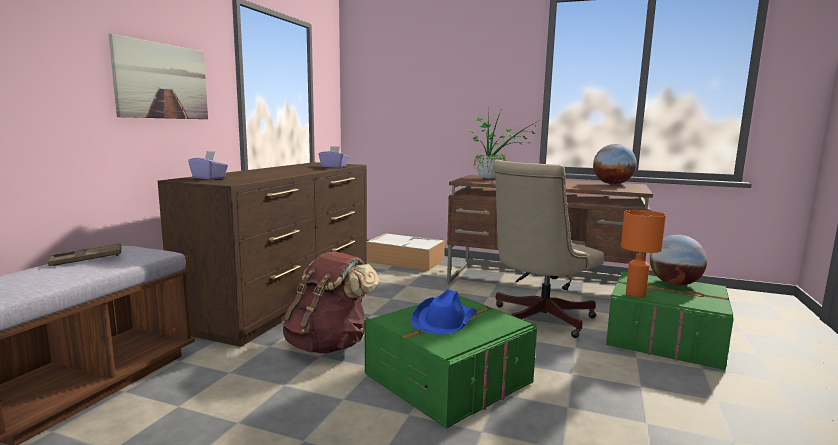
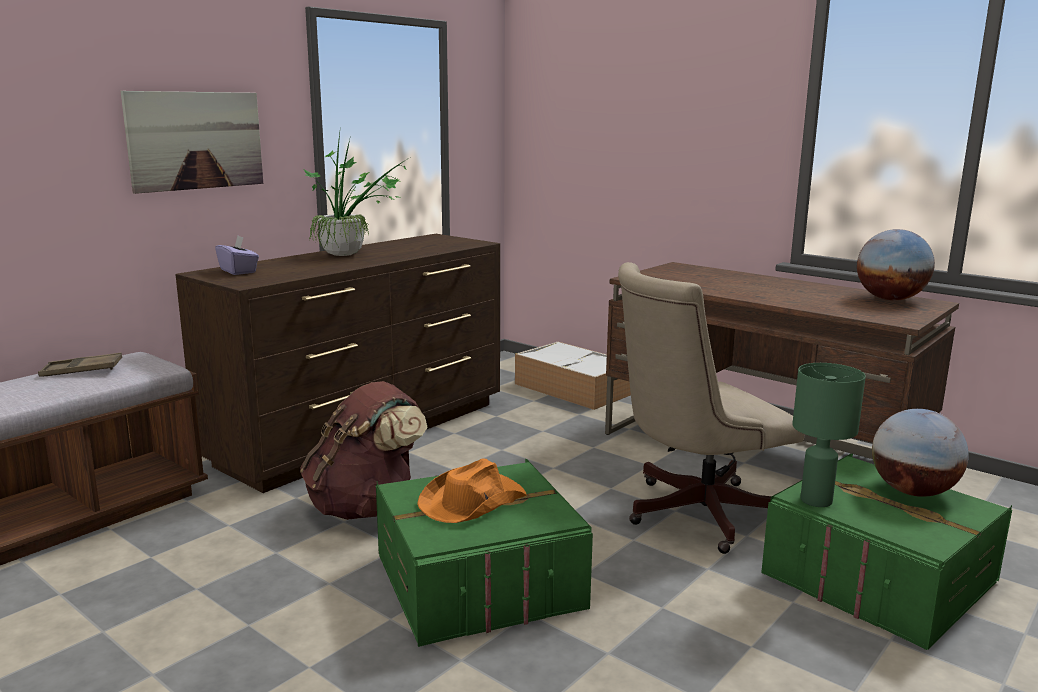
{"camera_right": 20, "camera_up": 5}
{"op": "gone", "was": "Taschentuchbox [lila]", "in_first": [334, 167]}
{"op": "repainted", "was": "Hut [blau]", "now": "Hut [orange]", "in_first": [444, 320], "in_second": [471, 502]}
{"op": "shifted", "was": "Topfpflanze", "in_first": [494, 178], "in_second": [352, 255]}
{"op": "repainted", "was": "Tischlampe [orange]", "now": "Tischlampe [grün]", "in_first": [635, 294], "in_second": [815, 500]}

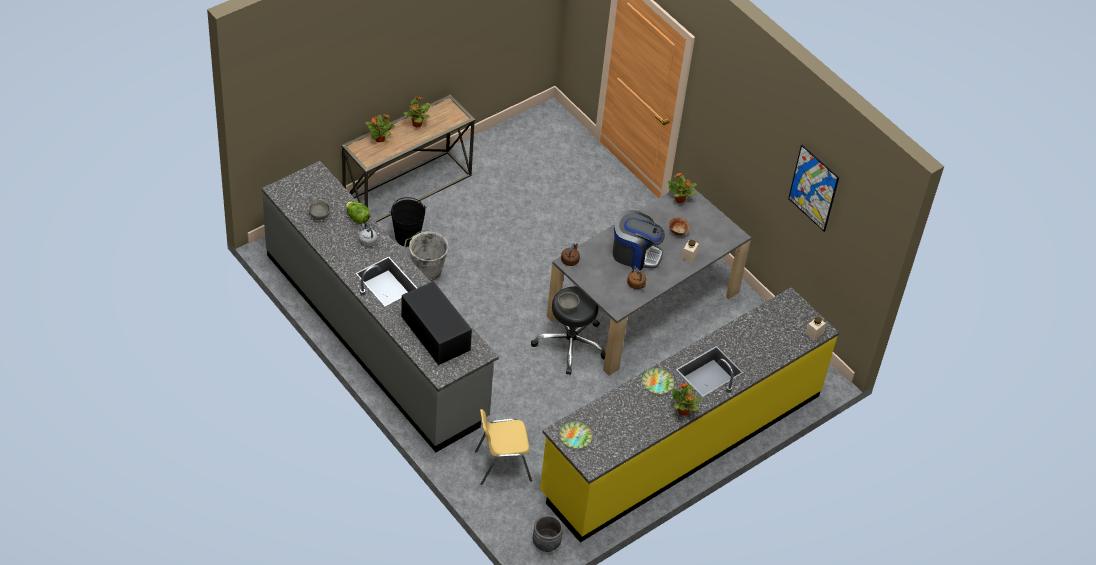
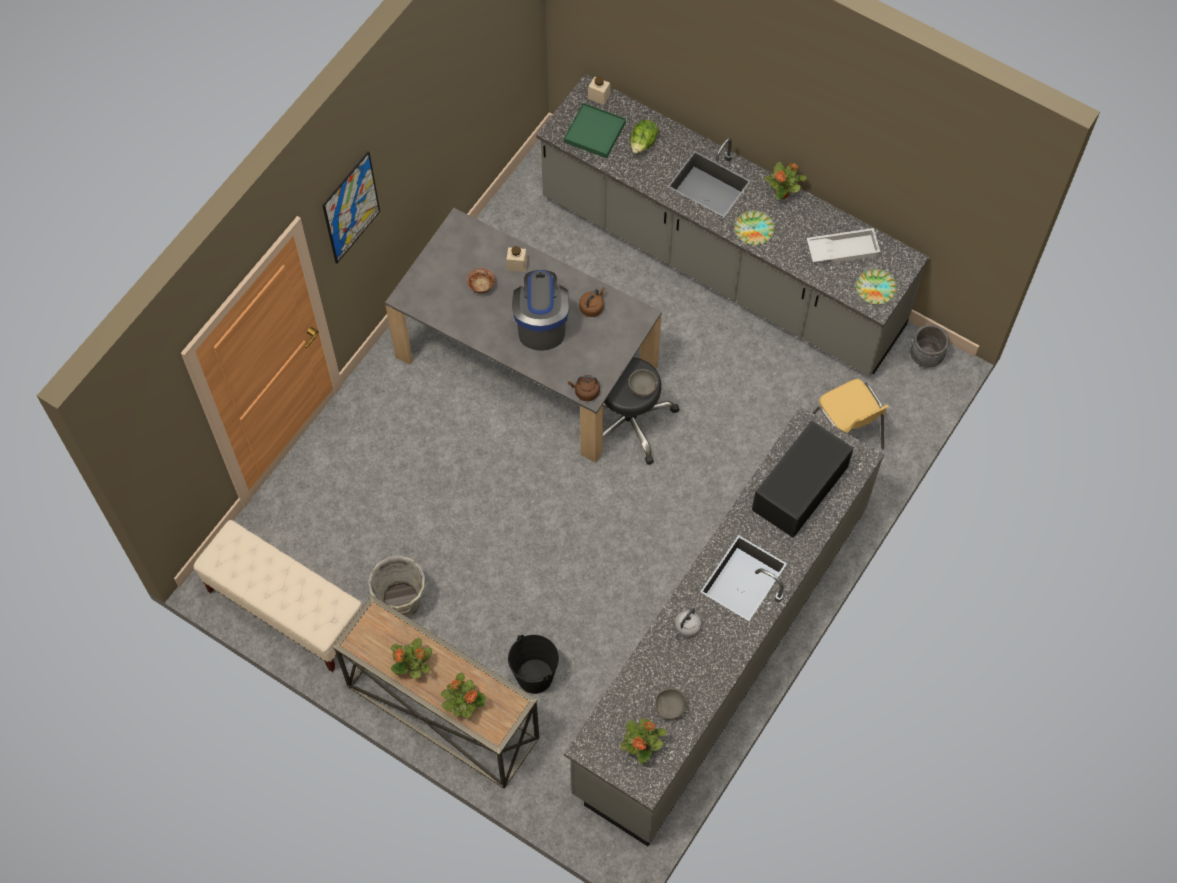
{"camera_right": -105, "camera_up": 15}
{"op": "shifted", "was": "Salatkopf", "in_first": [357, 218], "in_second": [643, 144]}
{"op": "shifted", "was": "Eimer [grau]", "in_first": [426, 271], "in_second": [401, 603]}
{"op": "repainted", "was": "Küchenzeile [gelb]", "now": "Küchenzeile [grau]", "in_first": [681, 443], "in_second": [721, 264]}
{"op": "shifted", "was": "Topfpflanze", "in_first": [680, 200], "in_second": [642, 747]}
{"op": "shifted", "was": "Bild", "in_first": [813, 188], "in_second": [351, 208]}
{"op": "new", "now": "Bank [beige]", "in_second": [286, 609]}
{"op": "new", "now": "Tablett [grün]", "in_second": [595, 132]}
{"op": "new", "now": "Tablett [weiß]", "in_second": [842, 248]}

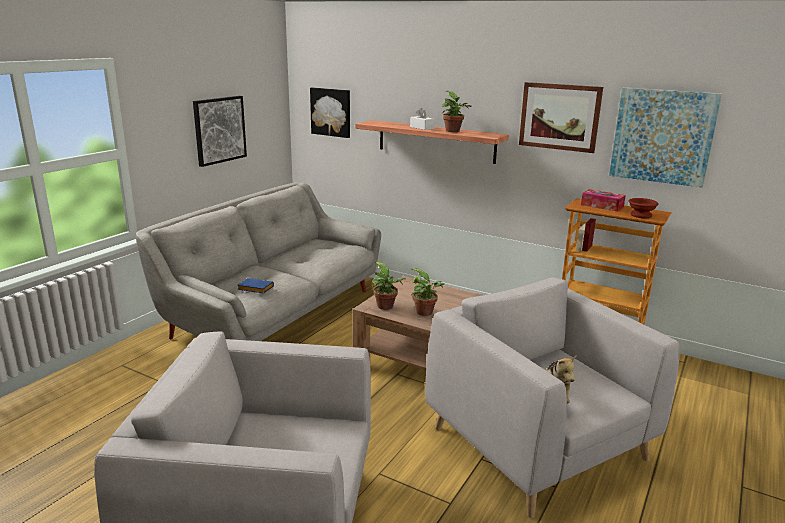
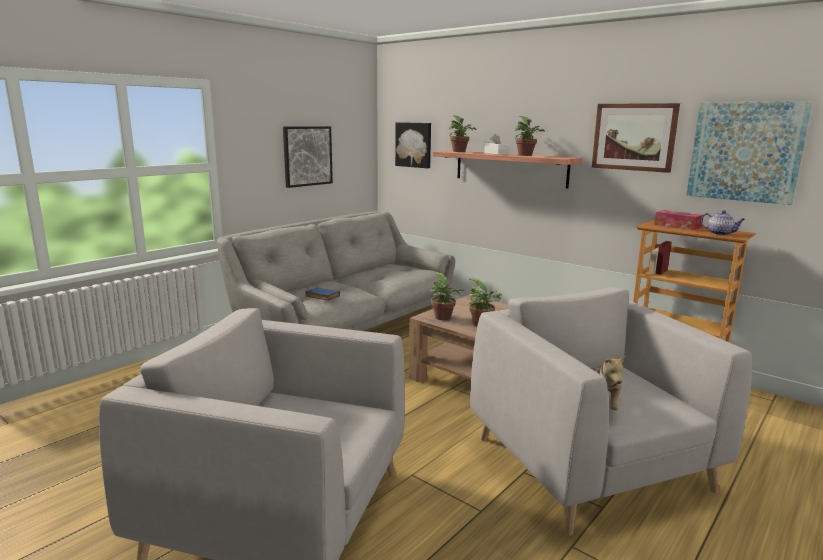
{"camera_right": 10, "camera_up": -5}
{"op": "swapped", "was": "Schüssel [braun]", "now": "Teekanne", "in_first": [641, 215], "in_second": [720, 234]}
{"op": "new", "now": "Topfpflanze", "in_second": [460, 152]}

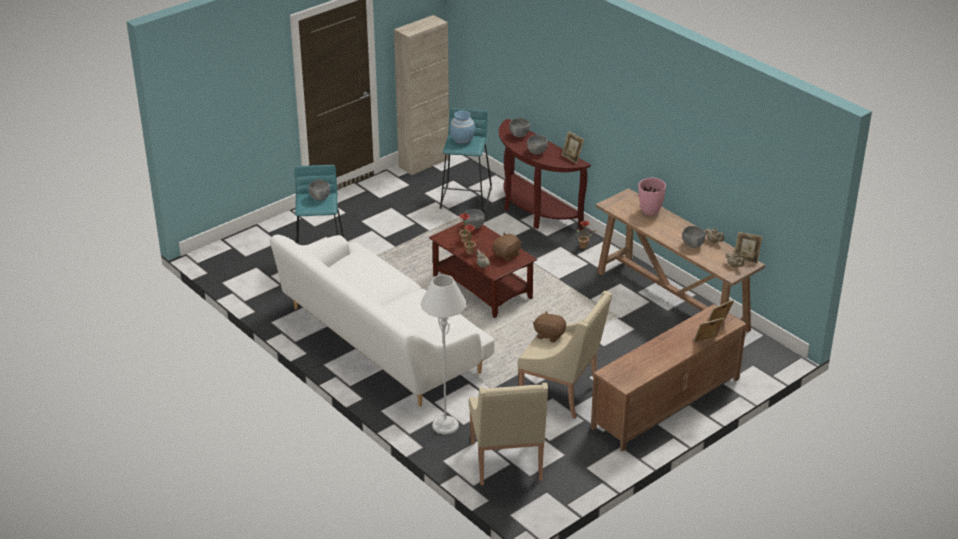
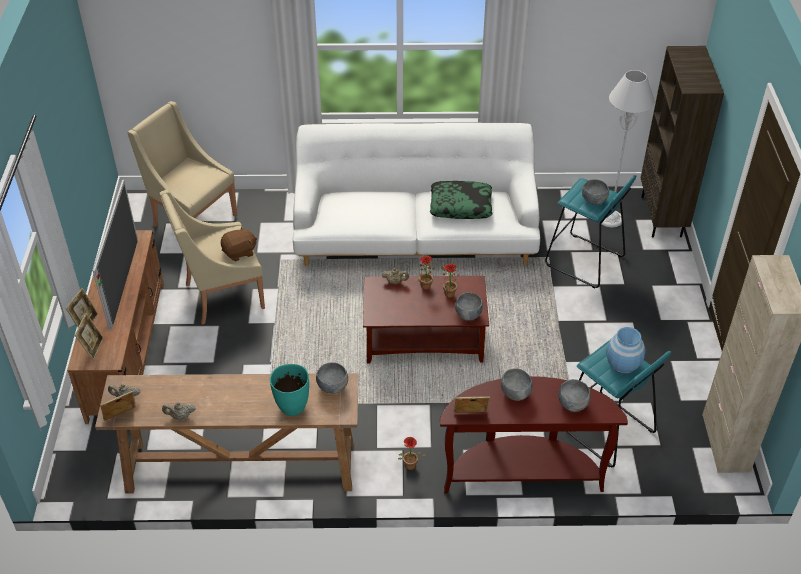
{"camera_right": 130, "camera_up": 10}
{"op": "shifted", "was": "Stehlampe [grau]", "in_first": [445, 425], "in_second": [610, 218]}
{"op": "gone", "was": "Plüschtier [braun]", "in_first": [507, 255]}
{"op": "repainted", "was": "Vase [rosa]", "now": "Vase [türkis]", "in_first": [650, 211], "in_second": [292, 407]}
{"op": "shifted", "was": "Schüssel [grau]", "in_first": [692, 245], "in_second": [332, 387]}
{"op": "new", "now": "Fernseher", "in_second": [124, 282]}
{"op": "new", "now": "Kissen", "in_second": [461, 205]}
{"op": "new", "now": "Bücherregal [braun]", "in_second": [662, 217]}

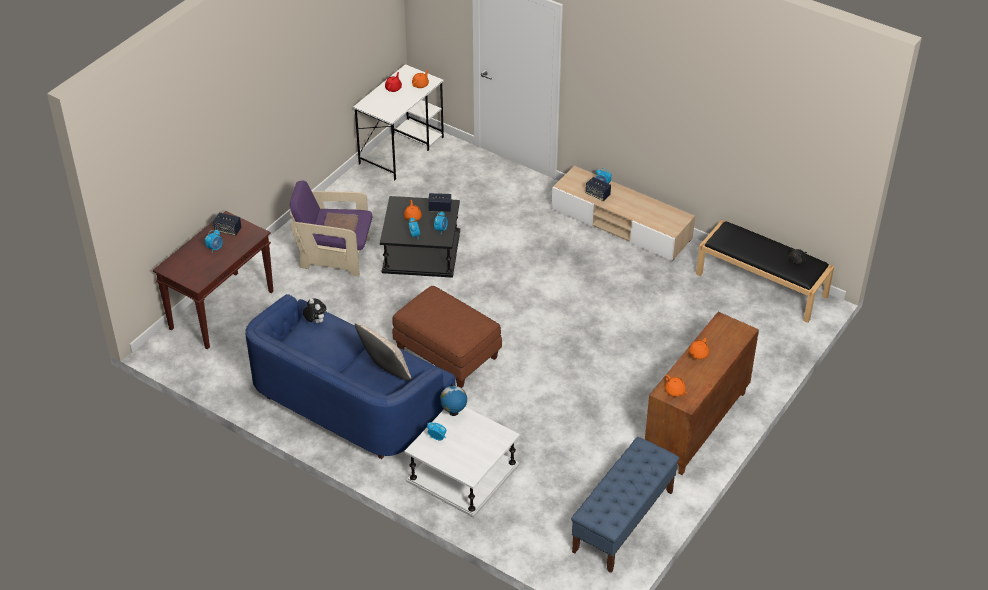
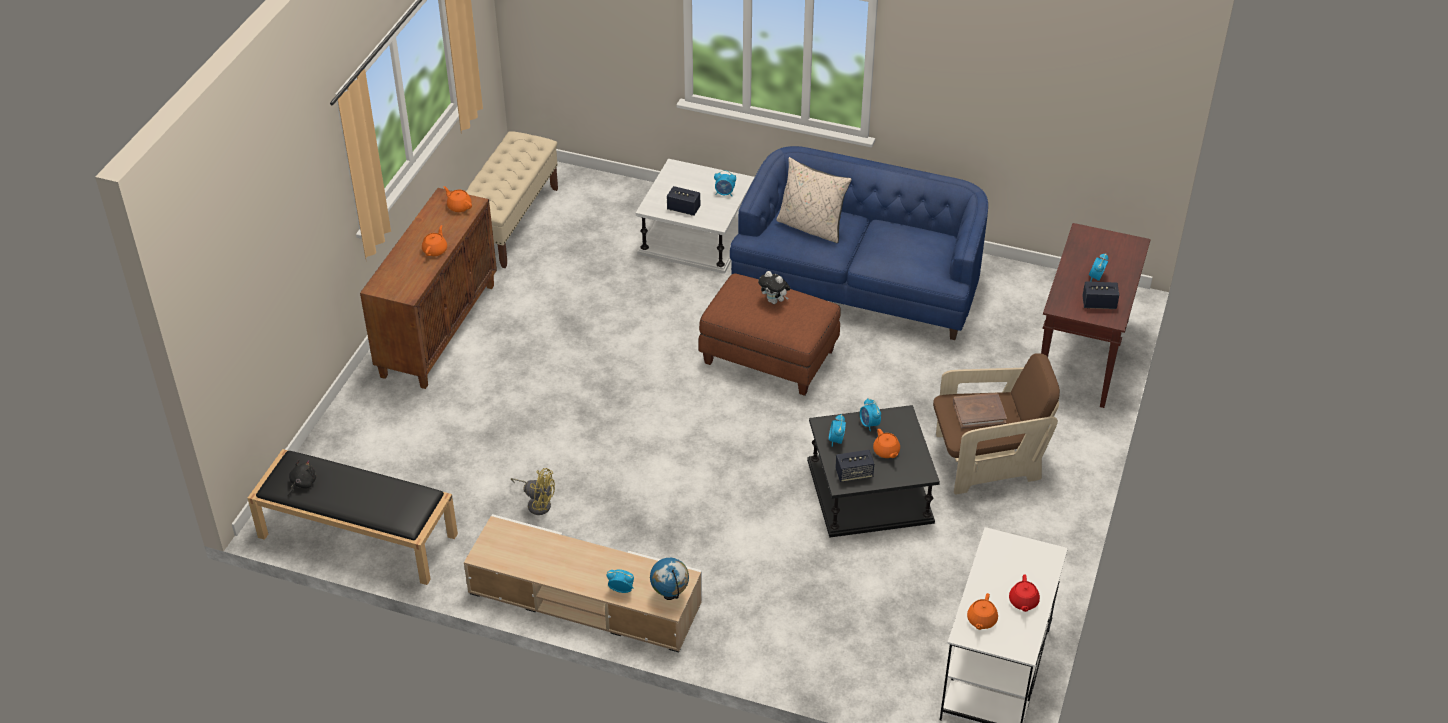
{"camera_right": 165, "camera_up": 0}
{"op": "repainted", "was": "Sessel [lila]", "now": "Sessel [braun]", "in_first": [335, 255], "in_second": [987, 460]}
{"op": "shifted", "was": "Plüschtier", "in_first": [315, 321], "in_second": [774, 301]}
{"op": "shifted", "was": "Globus", "in_first": [453, 413], "in_second": [670, 595]}
{"op": "repainted", "was": "Bank [blau]", "now": "Bank [beige]", "in_first": [623, 522], "in_second": [510, 222]}
{"op": "shifted", "was": "Lautsprecher", "in_first": [597, 195], "in_second": [683, 209]}
{"op": "new", "now": "Ventilator [gelb]", "in_second": [537, 503]}

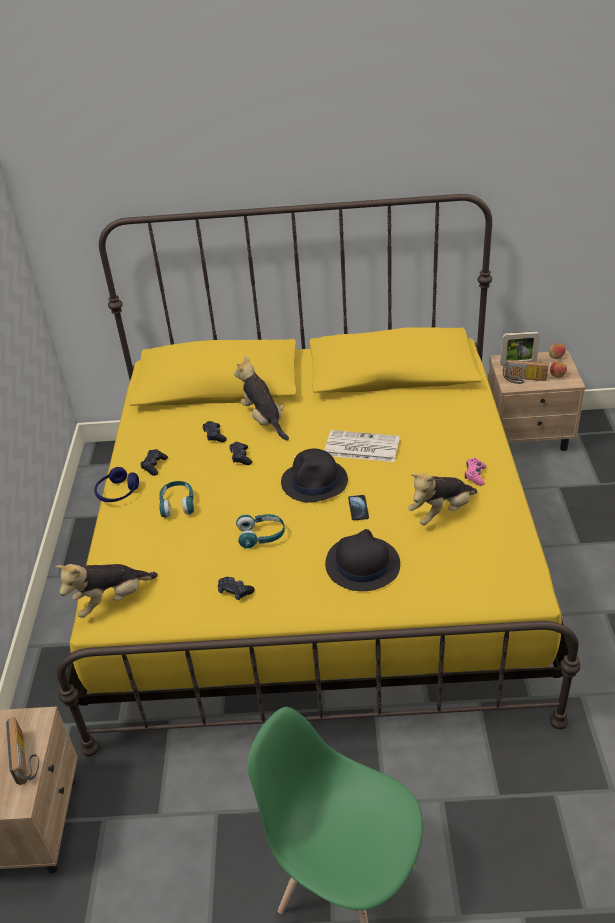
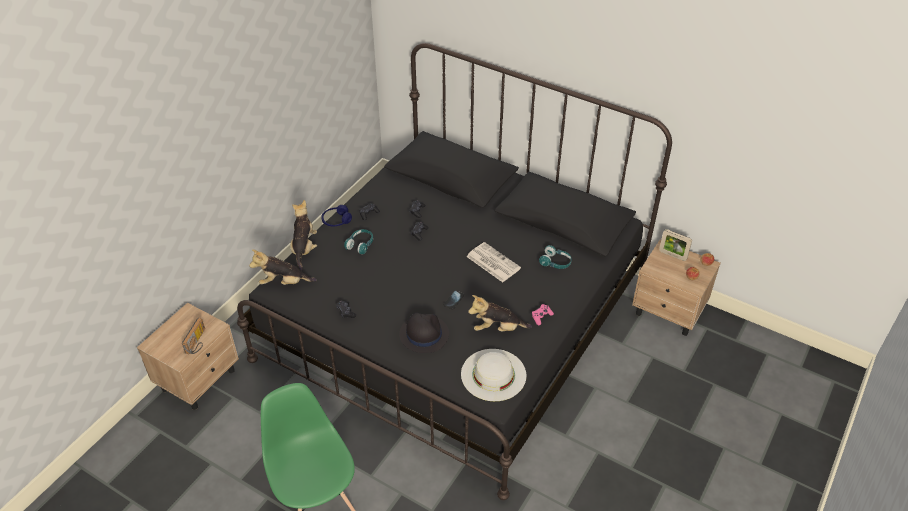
{"camera_right": 30, "camera_up": 5}
{"op": "repainted", "was": "Bett [gelb]", "now": "Bett [schwarz]", "in_first": [315, 558], "in_second": [454, 319]}
{"op": "shifted", "was": "Plüschtier", "in_first": [264, 420], "in_second": [304, 248]}
{"op": "shifted", "was": "Kopfhörer [türkis]", "in_first": [261, 536], "in_second": [555, 262]}
{"op": "gone", "was": "Hut [schwarz]", "in_first": [315, 482]}
{"op": "gone", "was": "Radio", "in_first": [524, 380]}
{"op": "new", "now": "Hut [weiß]", "in_second": [493, 374]}

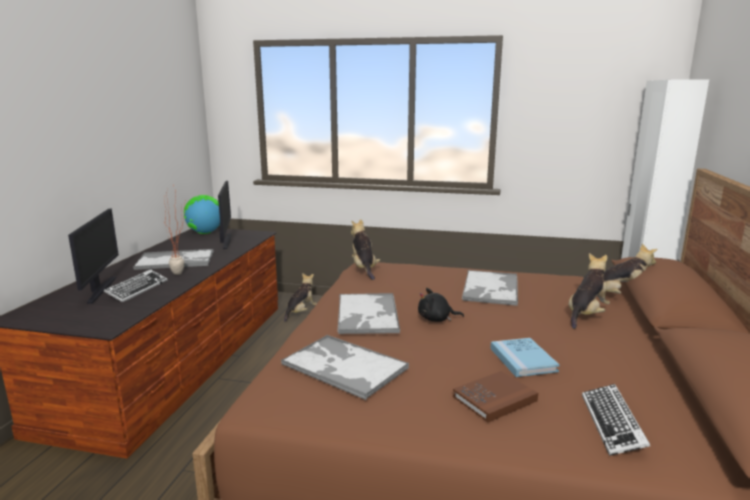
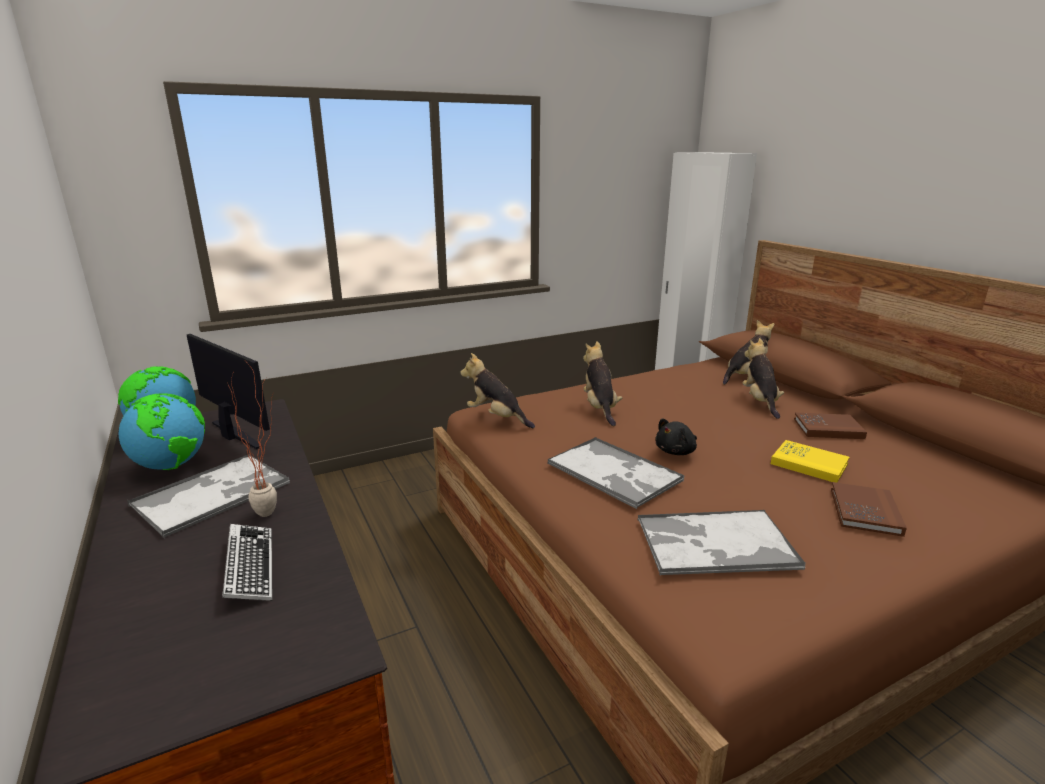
{"camera_right": -40, "camera_up": 5}
{"op": "gone", "was": "Monitor", "in_first": [100, 290]}
{"op": "shifted", "was": "Plüschtier", "in_first": [301, 312], "in_second": [600, 408]}
{"op": "gone", "was": "Tablett", "in_first": [490, 288]}
{"op": "repainted", "was": "Buch [blau]", "now": "Buch [gelb]", "in_first": [523, 359], "in_second": [809, 464]}
{"op": "gone", "was": "Tastatur", "in_first": [612, 424]}
{"op": "new", "now": "Globus", "in_second": [172, 466]}
{"op": "new", "now": "Buch [braun]", "in_second": [828, 428]}

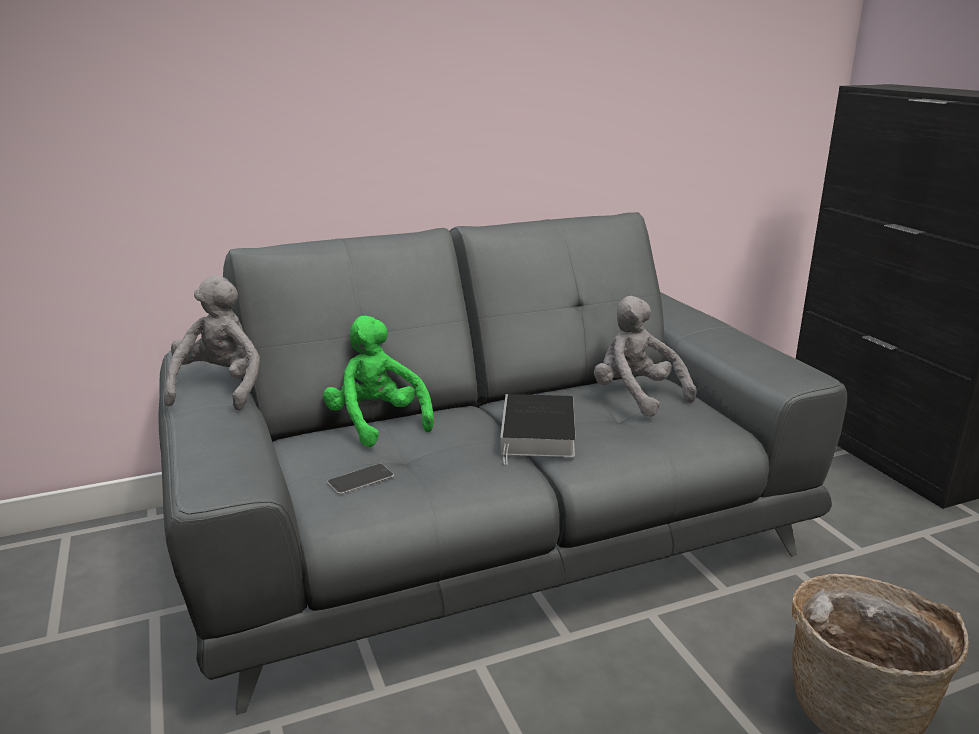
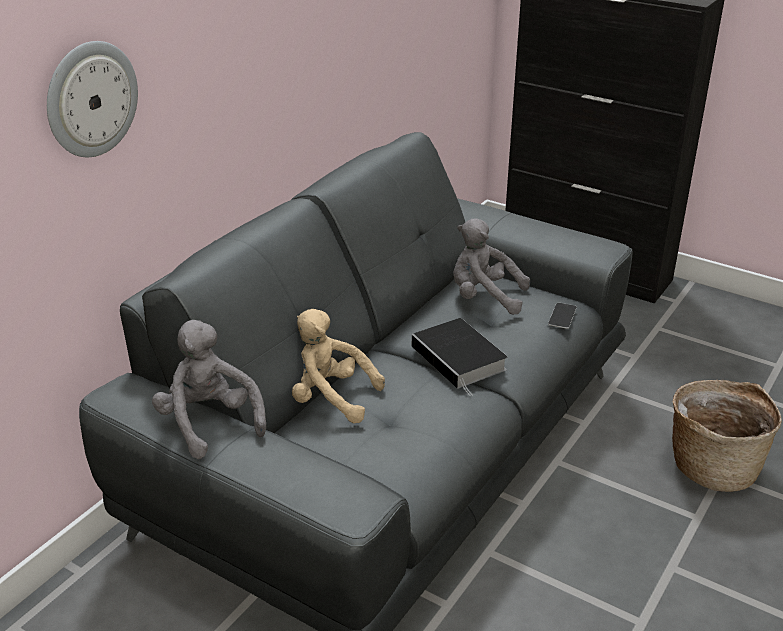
{"camera_right": -35, "camera_up": 10}
{"op": "repainted", "was": "Plüschtier [grün]", "now": "Plüschtier [beige]", "in_first": [377, 423], "in_second": [329, 398]}
{"op": "shifted", "was": "Handy", "in_first": [360, 479], "in_second": [562, 316]}
{"op": "new", "now": "Wanduhr", "in_second": [91, 99]}

